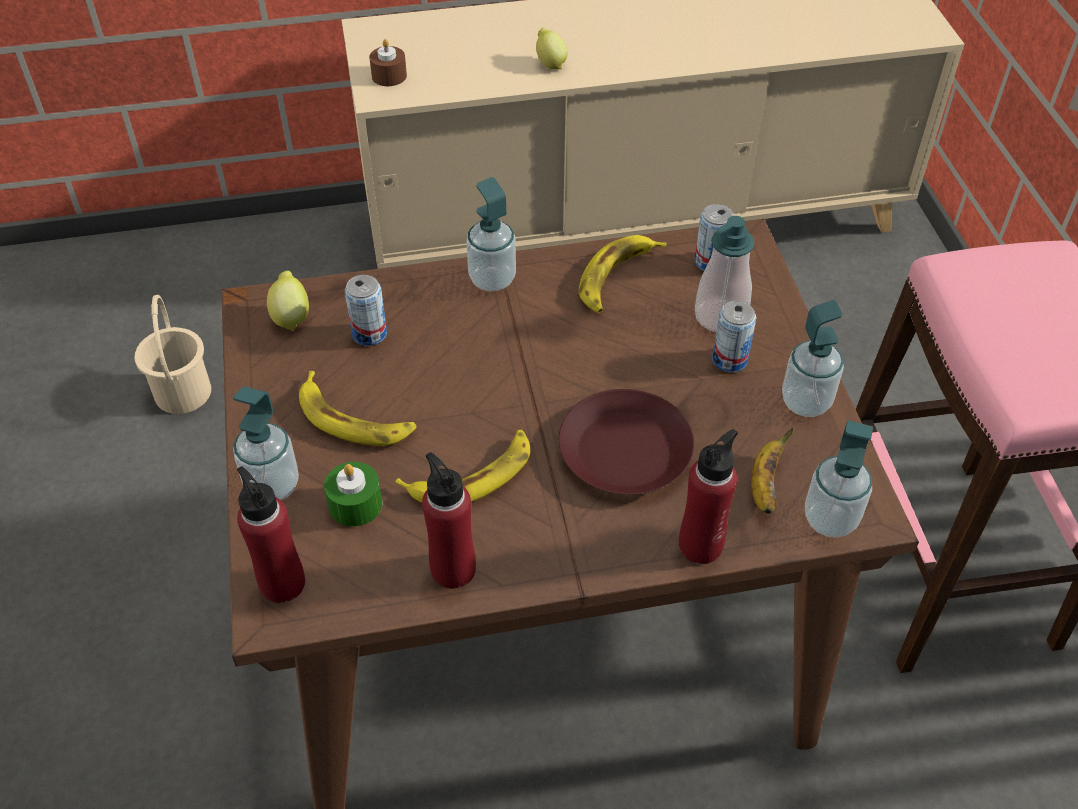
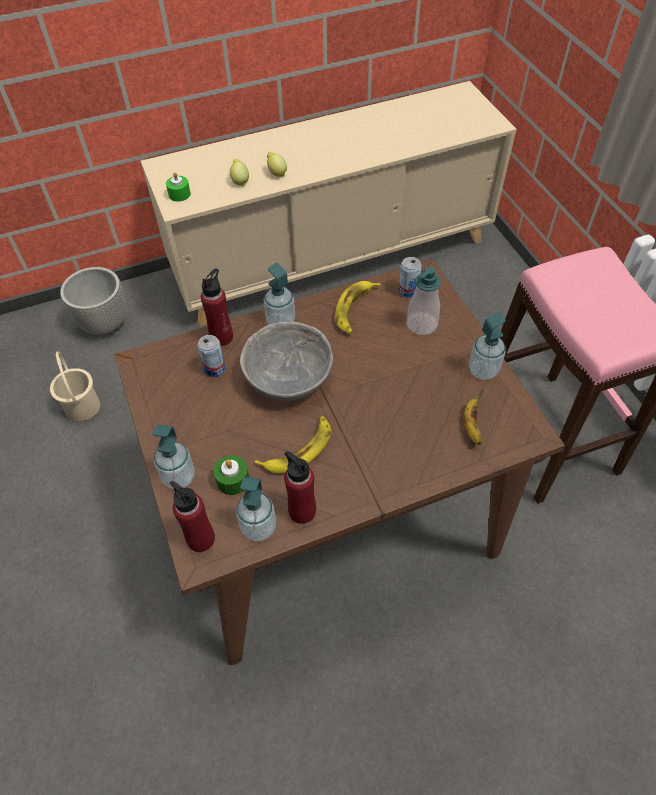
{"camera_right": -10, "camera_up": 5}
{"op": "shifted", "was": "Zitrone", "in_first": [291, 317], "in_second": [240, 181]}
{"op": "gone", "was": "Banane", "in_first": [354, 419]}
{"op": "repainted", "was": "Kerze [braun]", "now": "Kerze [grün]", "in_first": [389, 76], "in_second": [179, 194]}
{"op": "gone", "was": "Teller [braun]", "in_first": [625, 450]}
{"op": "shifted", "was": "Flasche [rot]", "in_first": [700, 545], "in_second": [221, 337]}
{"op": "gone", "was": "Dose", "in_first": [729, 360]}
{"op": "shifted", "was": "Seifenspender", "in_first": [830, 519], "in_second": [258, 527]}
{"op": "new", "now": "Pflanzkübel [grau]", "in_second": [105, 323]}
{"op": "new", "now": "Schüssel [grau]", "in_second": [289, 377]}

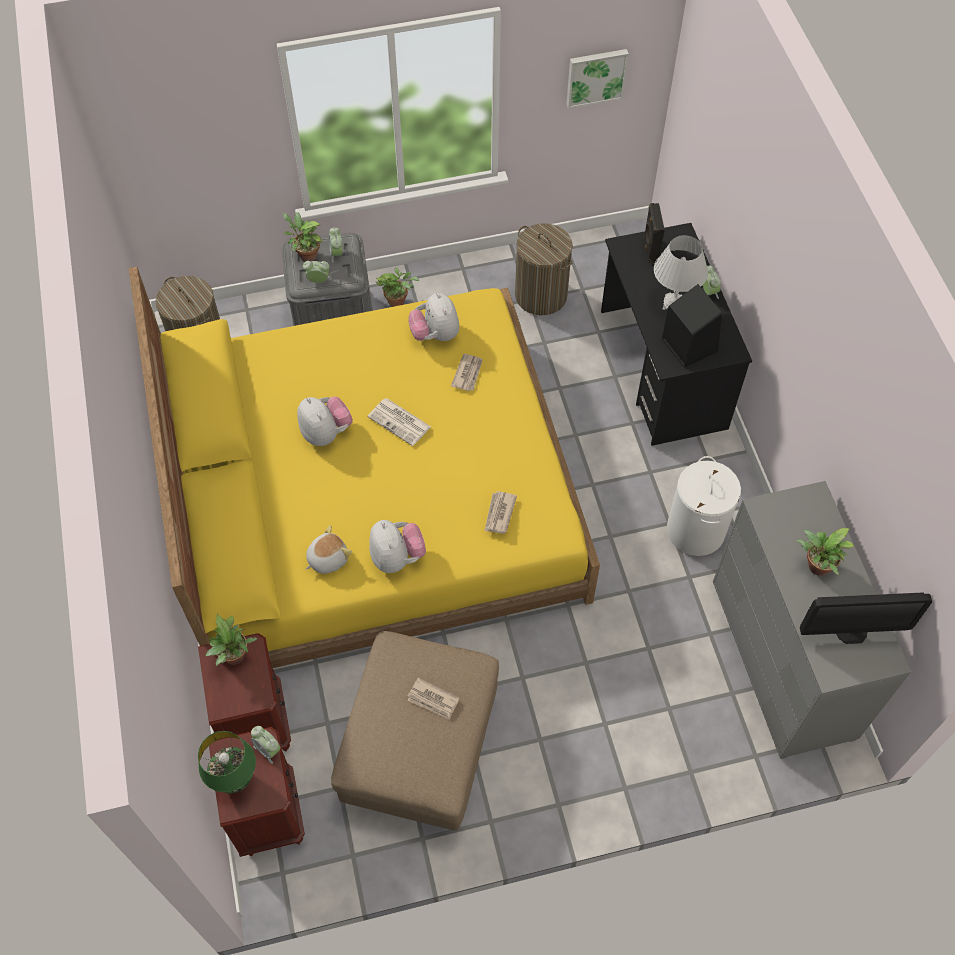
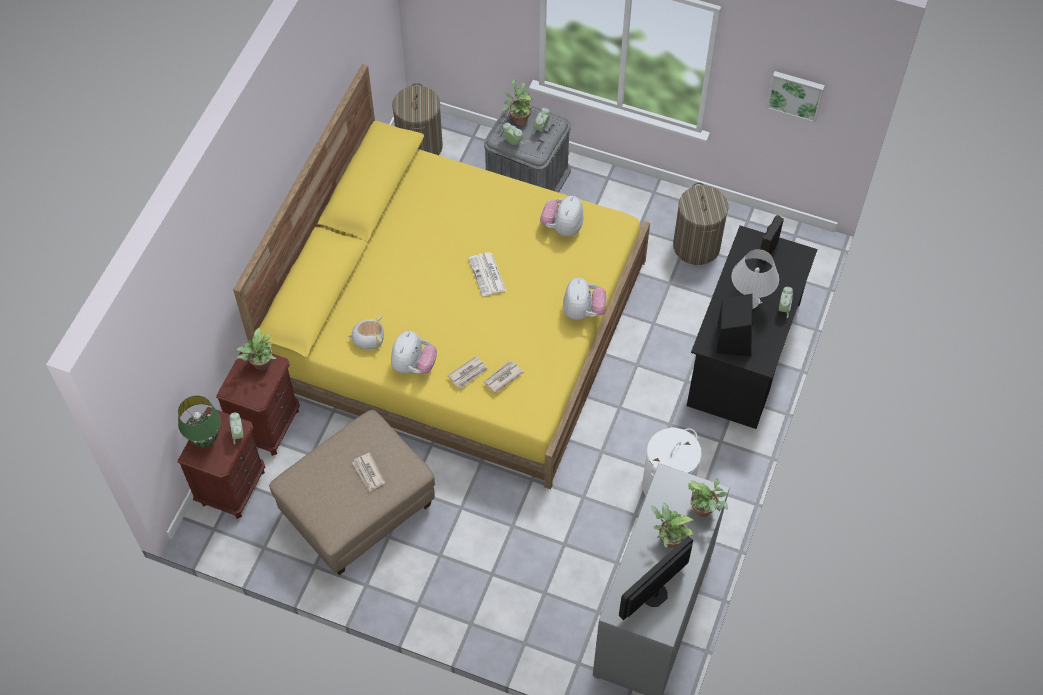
{"camera_right": 35, "camera_up": 0}
{"op": "shifted", "was": "Plüschtier", "in_first": [326, 432], "in_second": [583, 311]}
{"op": "shifted", "was": "Topfpflanze", "in_first": [398, 301], "in_second": [705, 510]}
{"op": "shifted", "was": "Zeitung", "in_first": [468, 373], "in_second": [468, 373]}
{"op": "rotated", "was": "Monitor", "in_first": [851, 631], "in_second": [655, 595], "clockwise": 105}

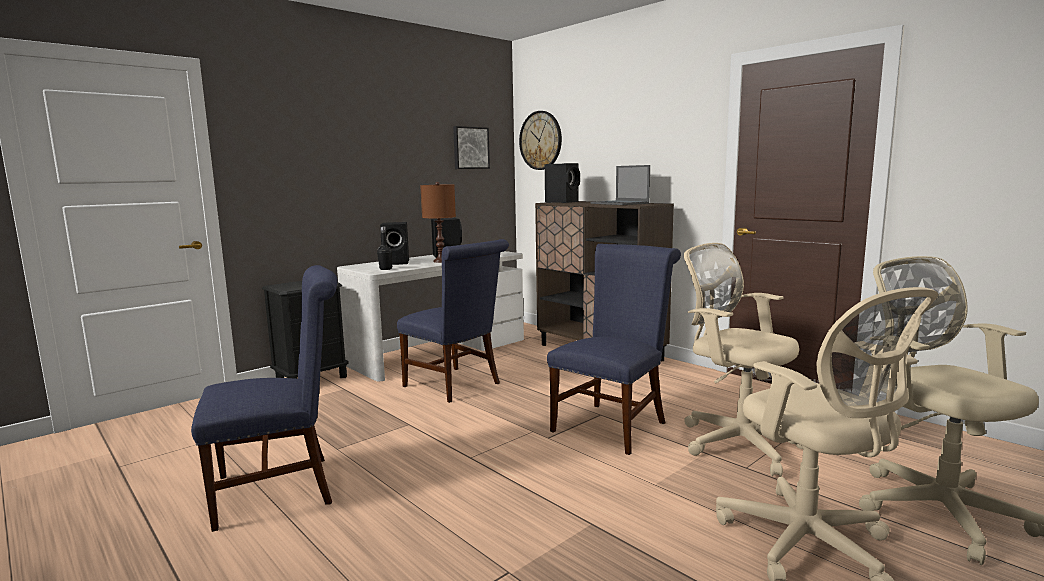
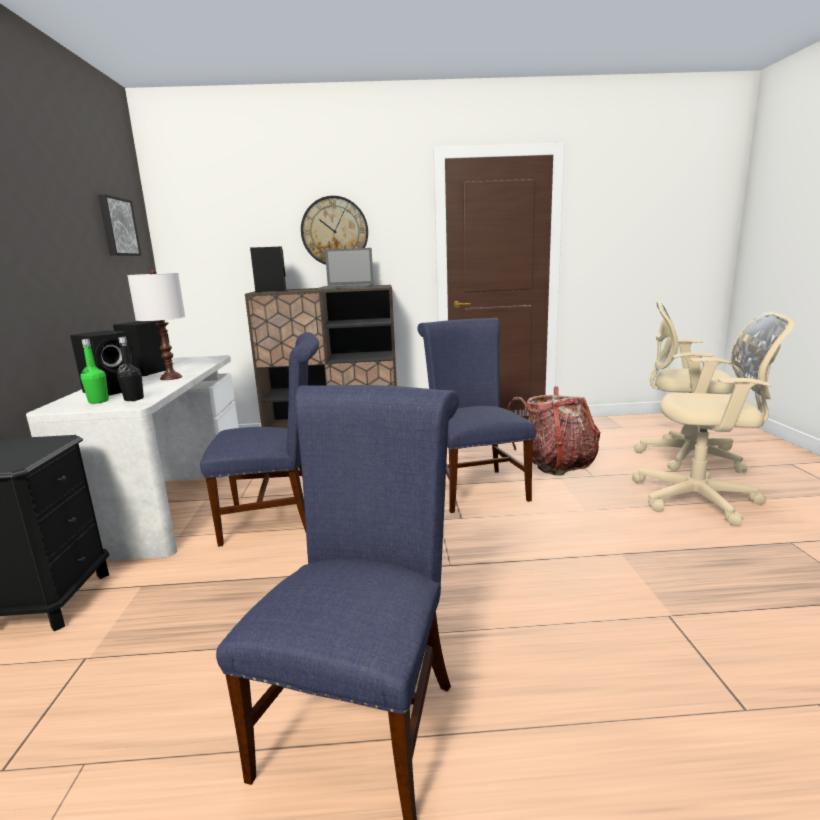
{"camera_right": -50, "camera_up": 5}
{"op": "repainted", "was": "Tischlampe [braun]", "now": "Tischlampe [weiß]", "in_first": [441, 261], "in_second": [171, 377]}
{"op": "shifted", "was": "Wanduhr", "in_first": [540, 140], "in_second": [334, 231]}
{"op": "swapped", "was": "Bürostuhl [beige]", "now": "Rucksack", "in_first": [737, 442], "in_second": [555, 464]}
{"op": "new", "now": "Flasche [grün]", "in_second": [98, 401]}

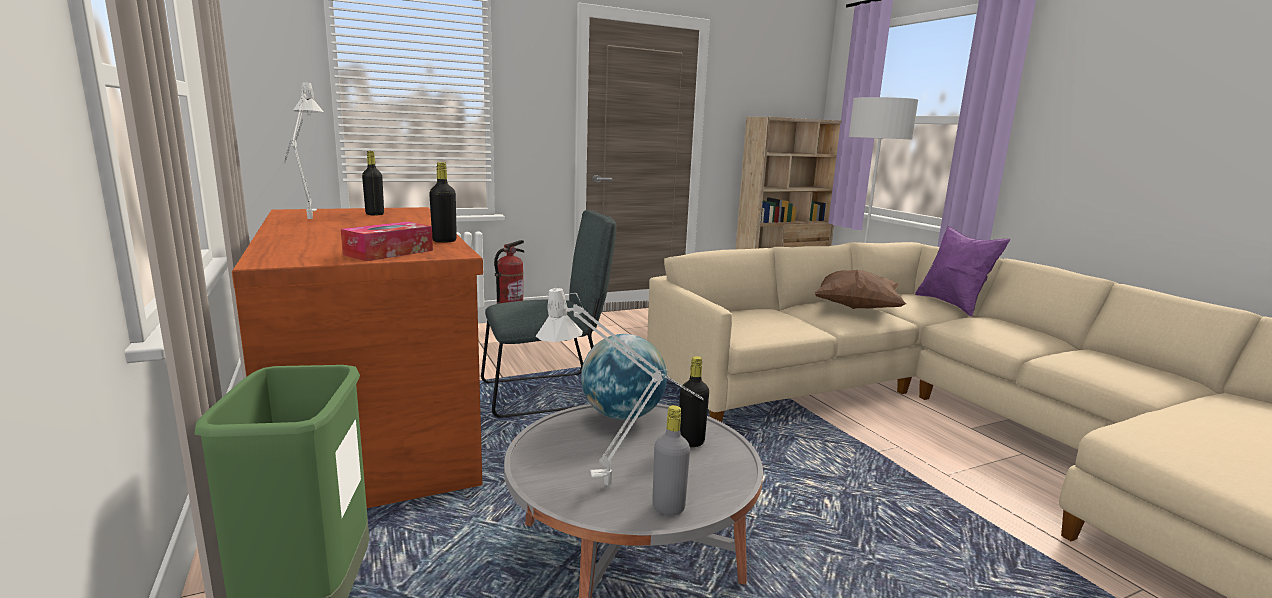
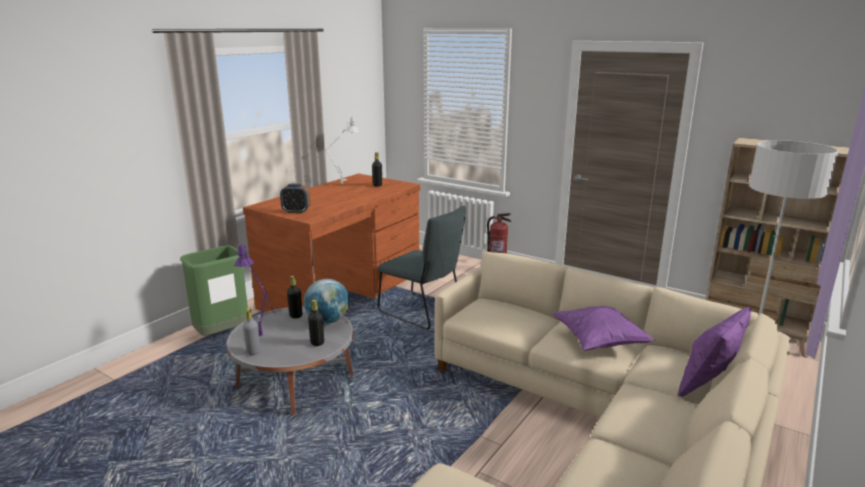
{"camera_right": 60, "camera_up": 5}
{"op": "swapped", "was": "Taschentuchbox", "now": "Wecker", "in_first": [389, 253], "in_second": [296, 211]}
{"op": "shifted", "was": "Flasche [schwarz]", "in_first": [444, 241], "in_second": [296, 316]}
{"op": "repainted", "was": "Tischlampe [grau]", "now": "Tischlampe [lila]", "in_first": [618, 485], "in_second": [263, 338]}
{"op": "repainted", "was": "Kissen [braun]", "now": "Kissen [lila]", "in_first": [855, 308], "in_second": [599, 342]}

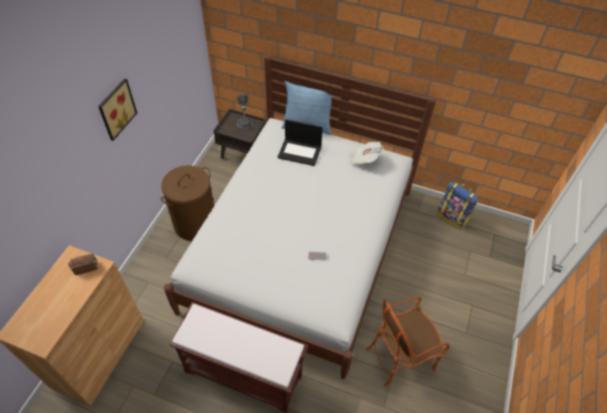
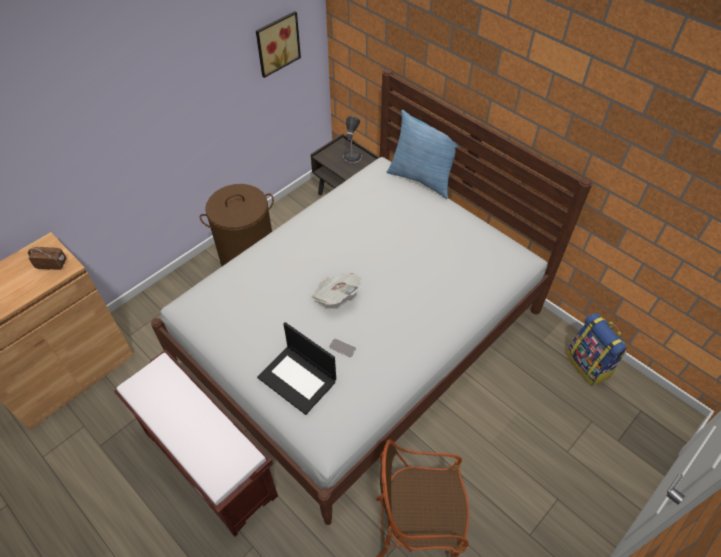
{"camera_right": 25, "camera_up": 0}
{"op": "shifted", "was": "Bild", "in_first": [115, 109], "in_second": [276, 43]}
{"op": "shifted", "was": "Laptop", "in_first": [300, 152], "in_second": [298, 379]}
{"op": "shifted", "was": "Zeitung", "in_first": [363, 159], "in_second": [336, 295]}

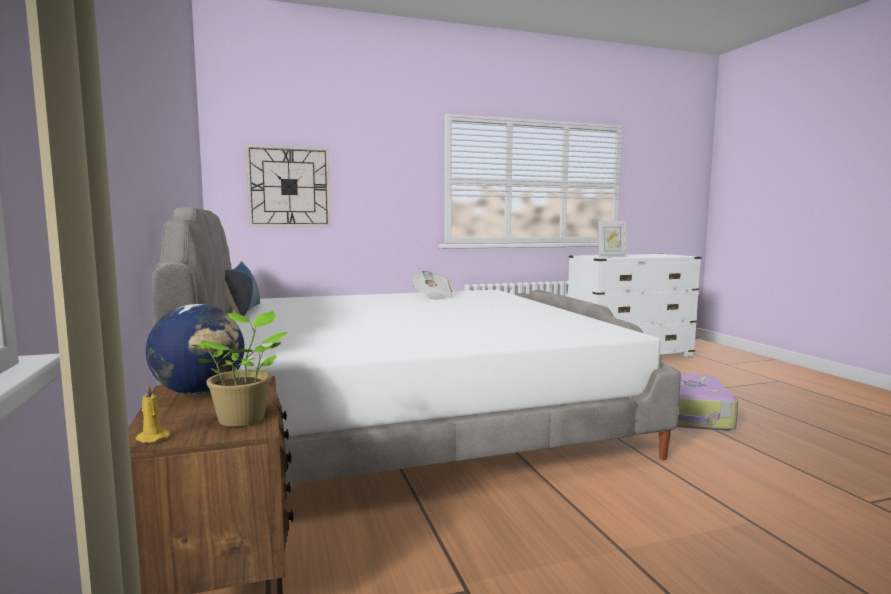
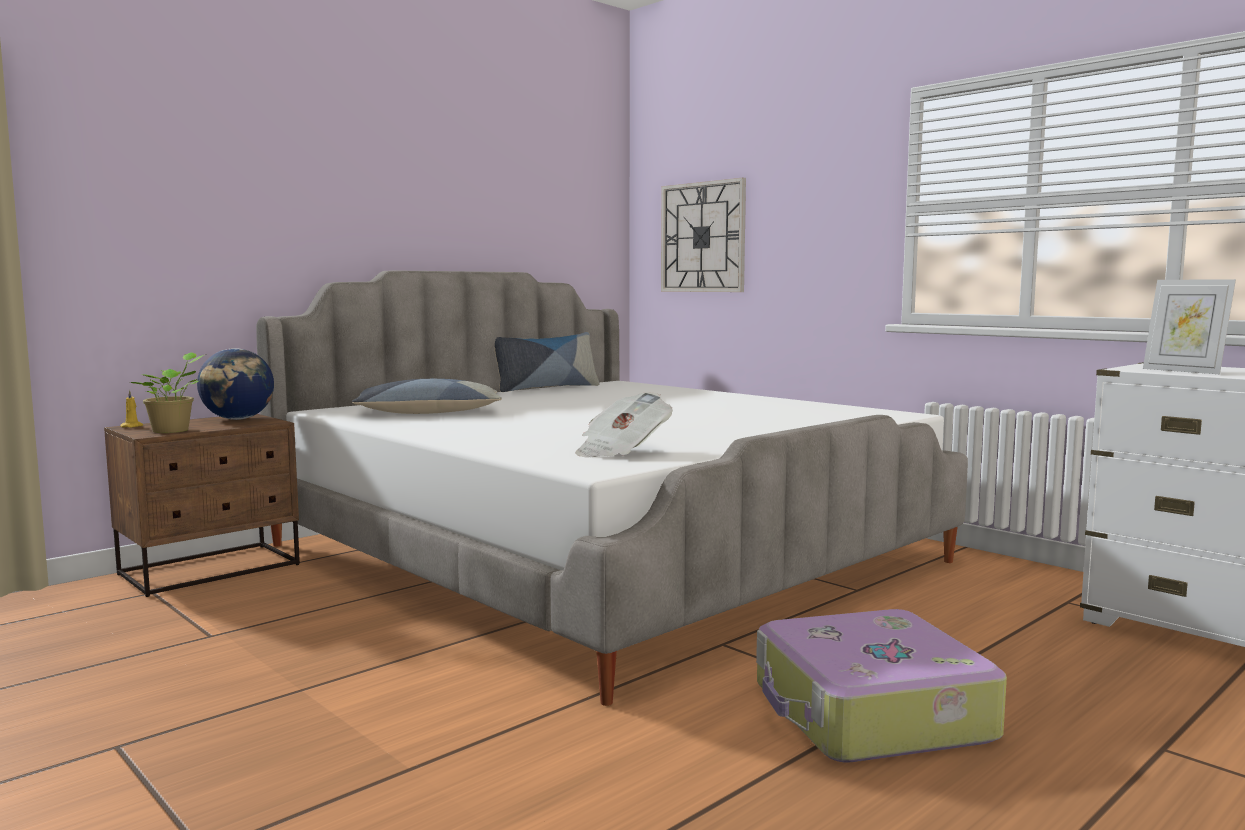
{"camera_right": 65, "camera_up": 0}
{"op": "shifted", "was": "Zeitung", "in_first": [432, 297], "in_second": [621, 451]}
{"op": "new", "now": "Kissen", "in_second": [428, 413]}

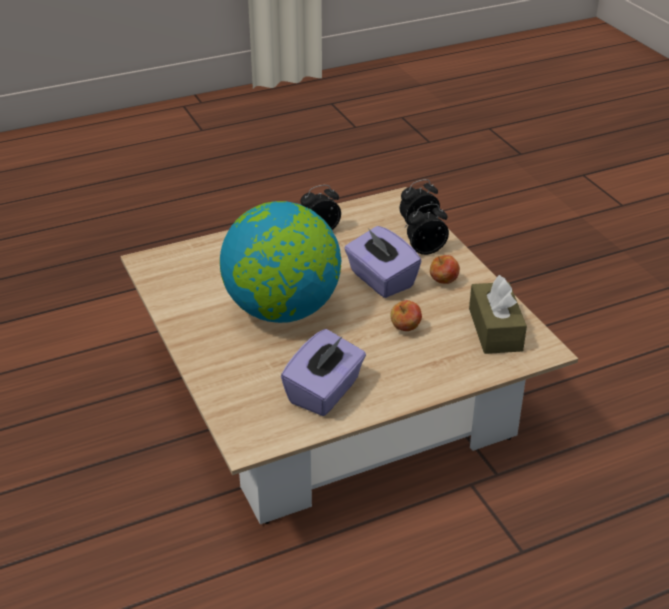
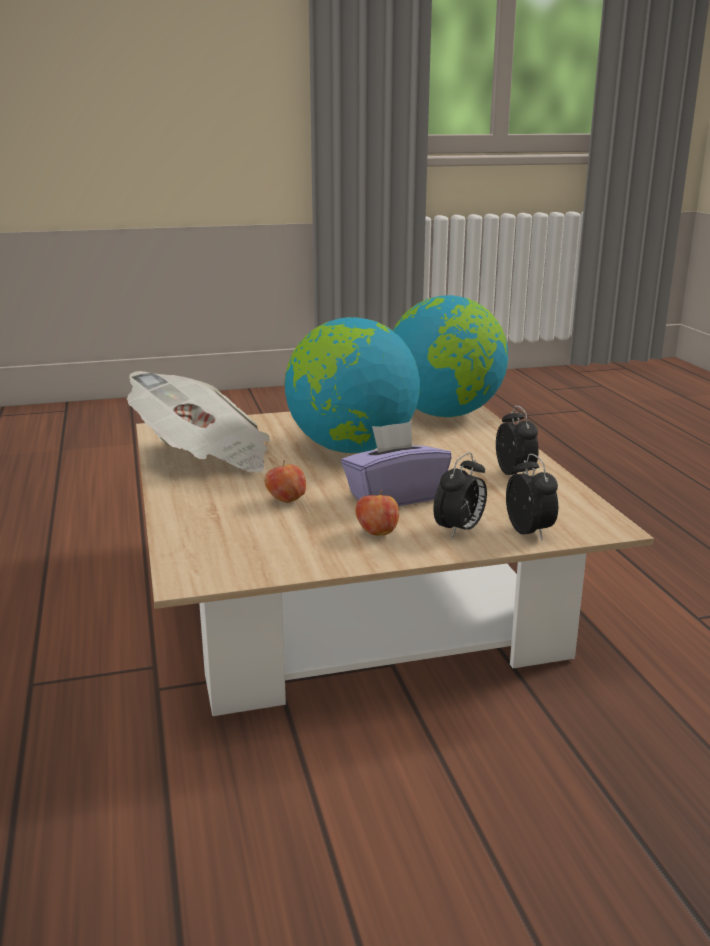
{"camera_right": 100, "camera_up": -15}
{"op": "swapped", "was": "Taschentuchbox [lila]", "now": "Zeitung", "in_first": [325, 392], "in_second": [205, 457]}
{"op": "rotated", "was": "Wecker", "in_first": [425, 250], "in_second": [459, 530], "clockwise": 45}
{"op": "gone", "was": "Taschentuchbox [braun]", "in_first": [495, 329]}
{"op": "new", "now": "Globus", "in_second": [444, 414]}

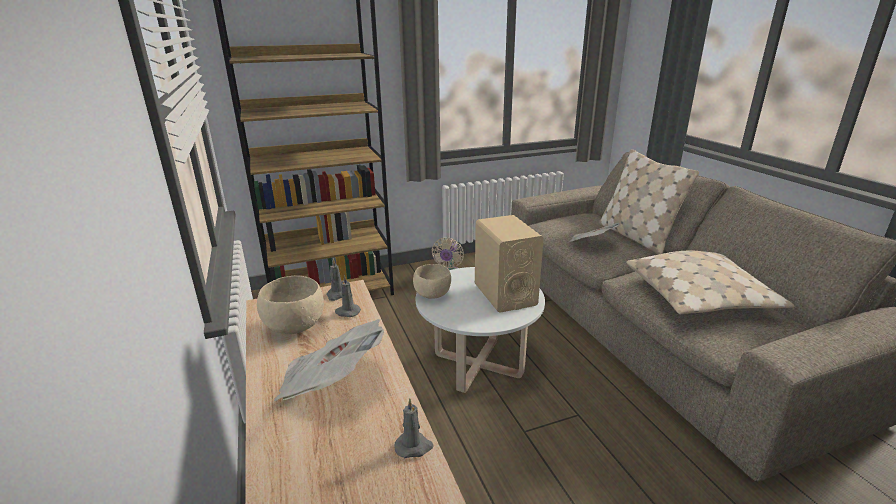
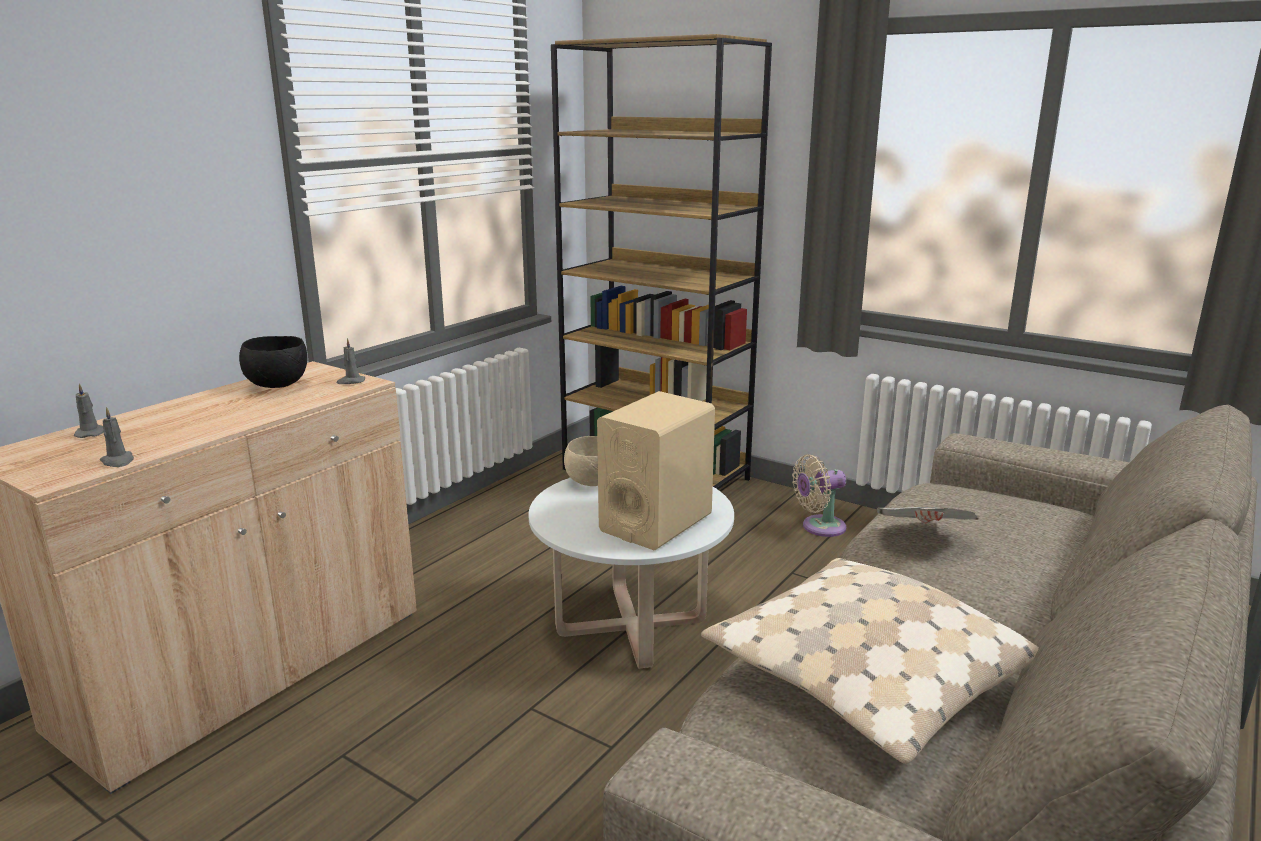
{"camera_right": 55, "camera_up": -5}
{"op": "repainted", "was": "Schüssel [beige]", "now": "Schüssel [schwarz]", "in_first": [294, 326], "in_second": [278, 385]}
{"op": "gone", "was": "Zeitung", "in_first": [331, 383]}
{"op": "shifted", "was": "Kerze [grau]", "in_first": [347, 312], "in_second": [90, 433]}
{"op": "gone", "was": "Kissen [beige]", "in_first": [636, 236]}

